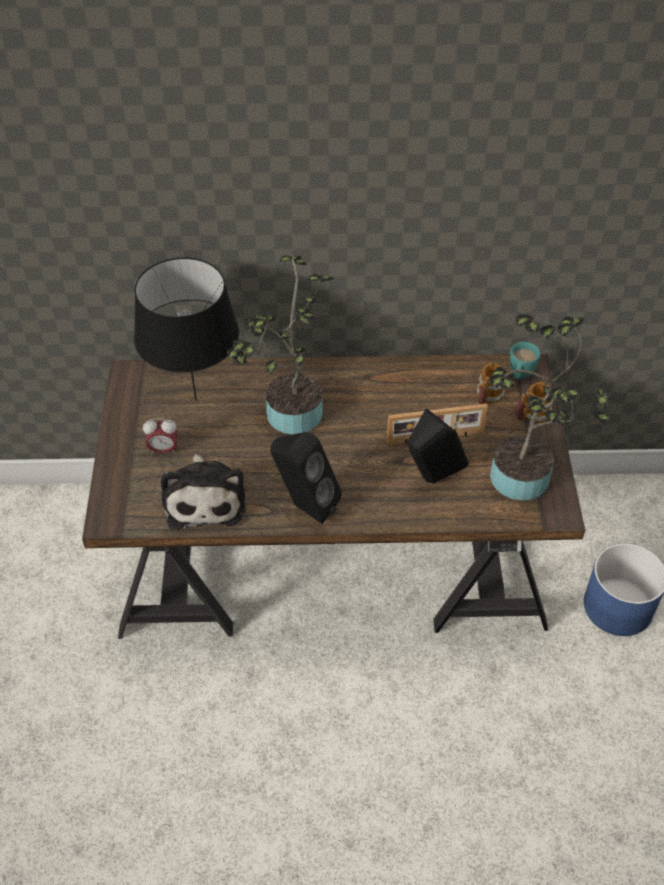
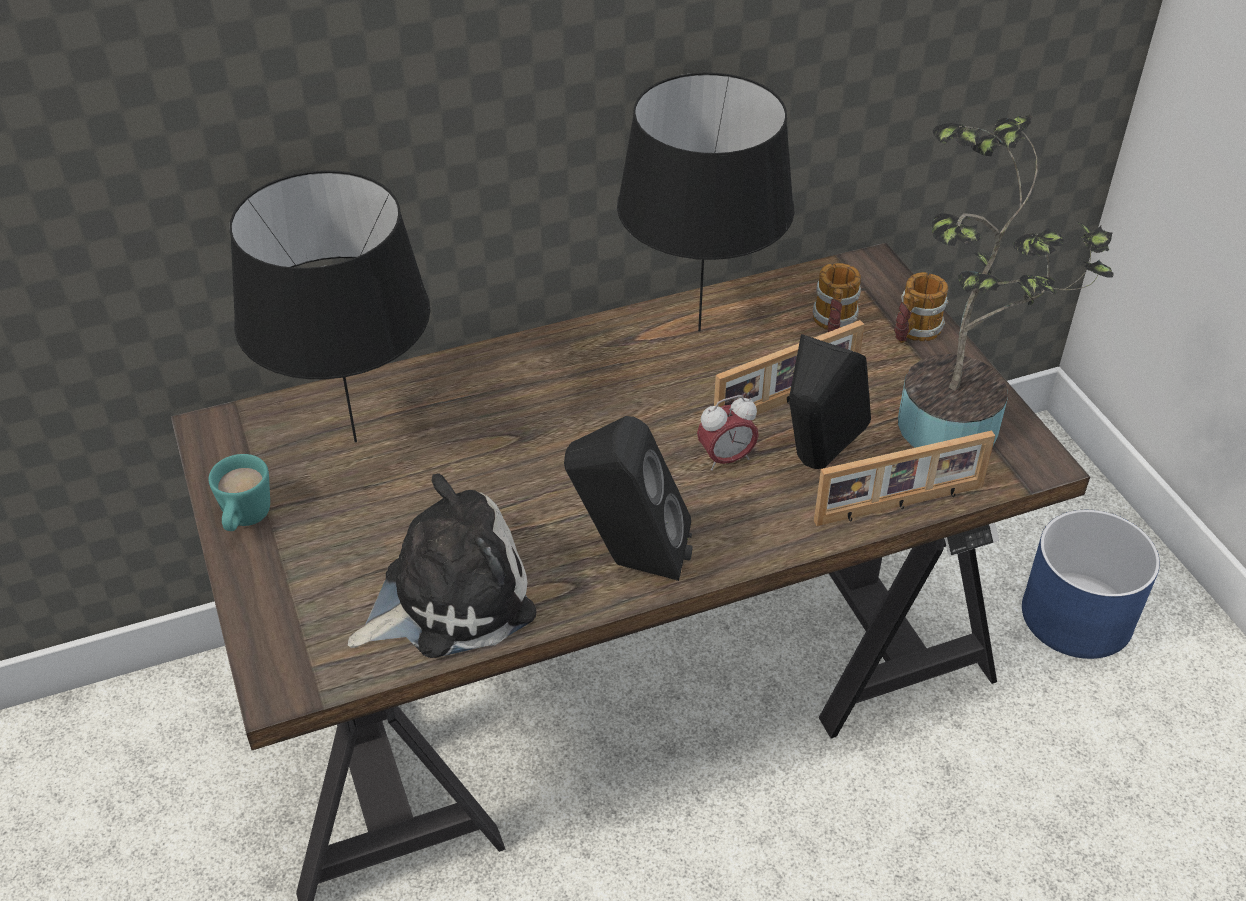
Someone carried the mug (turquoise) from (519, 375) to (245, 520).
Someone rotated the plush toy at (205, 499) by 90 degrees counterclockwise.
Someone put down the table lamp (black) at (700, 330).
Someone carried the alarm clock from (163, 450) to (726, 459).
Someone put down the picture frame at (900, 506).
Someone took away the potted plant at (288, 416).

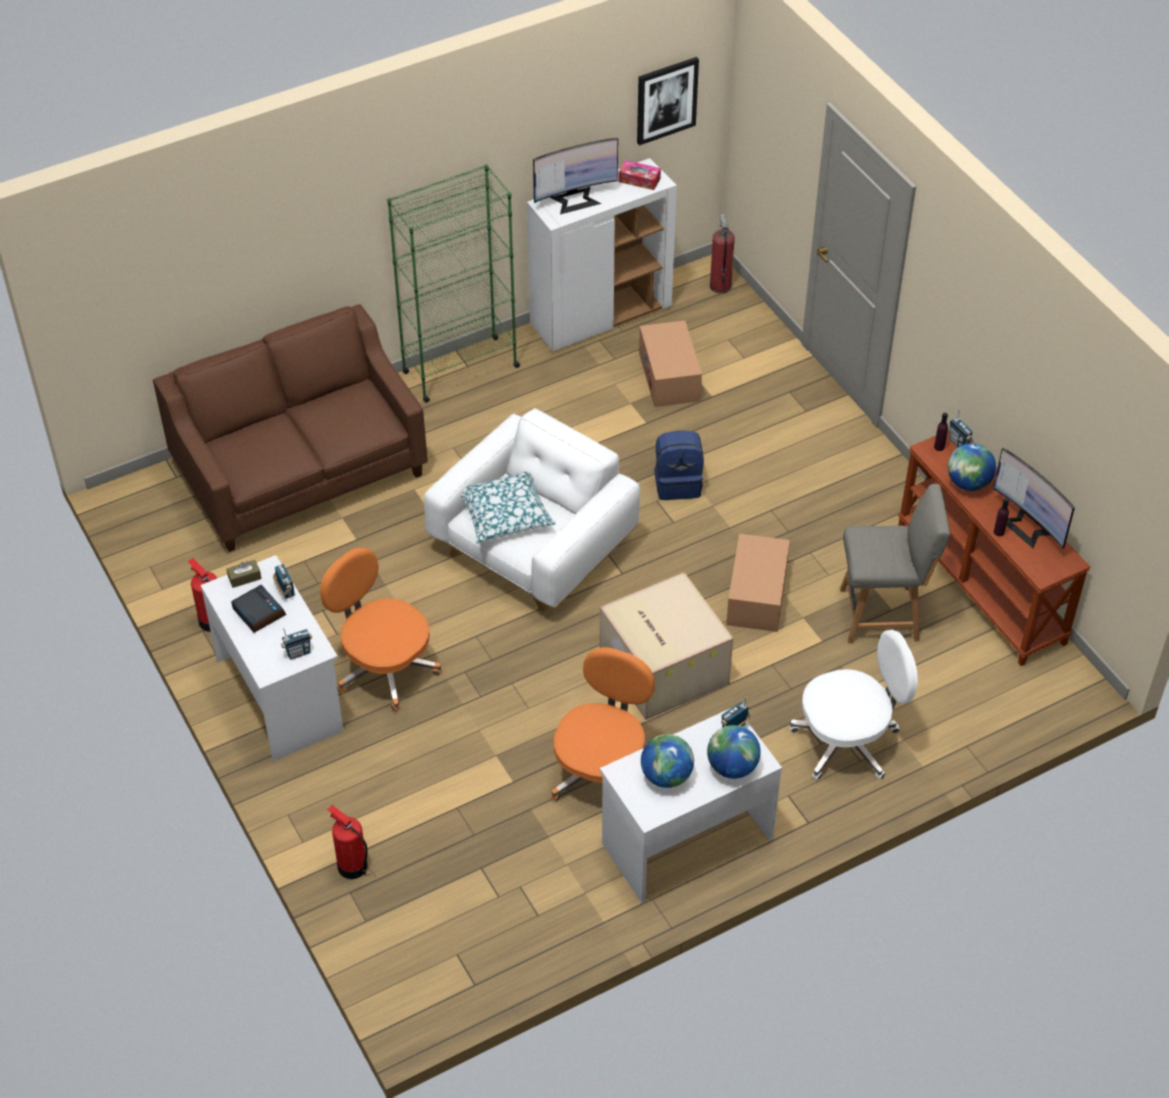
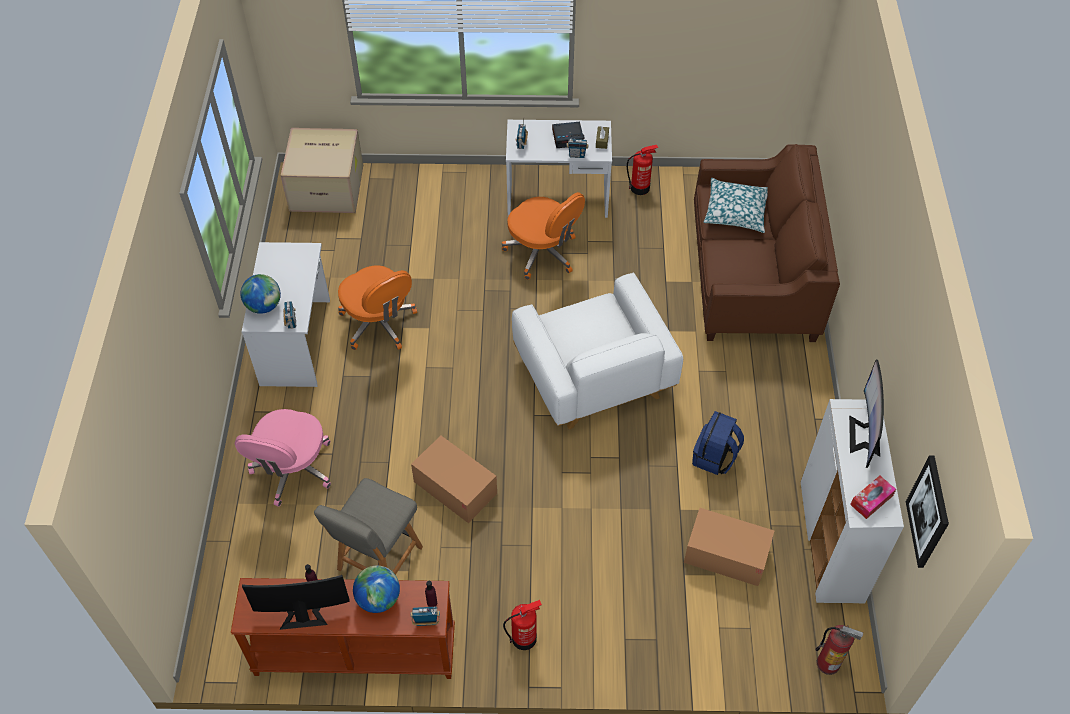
Someone repainted the office chair (white) at (847, 742), which became the office chair (pink) at (292, 470).
Someone carried the cardboard box from (661, 667) to (328, 187).
Someone rotated the office chair (orange) at (384, 667) by 60 degrees clockwise.
Someone carried the fire extinguisher from (352, 866) to (524, 638).
Someone carried the backpack (blue) from (678, 484) to (715, 457).
Someone carried the pillow from (505, 514) to (736, 211).
Someone took away the bookcase (green) at (460, 369).
Someone took away the globe at (666, 776).

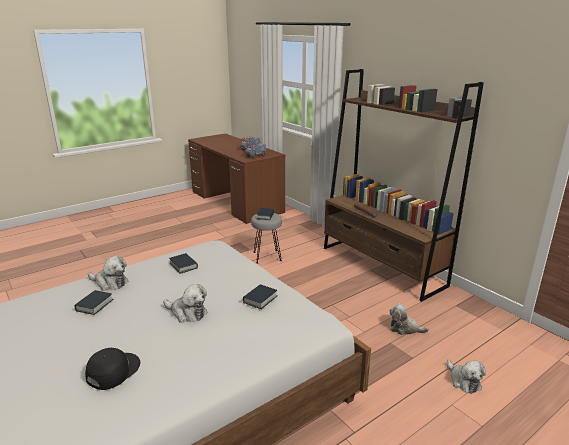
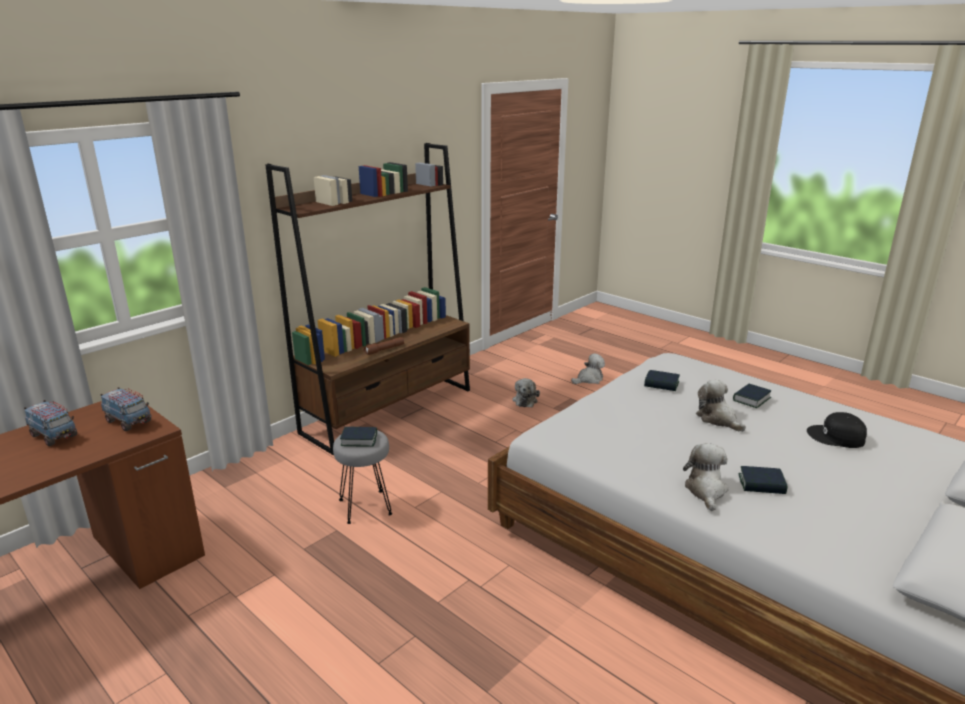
Someone rotated the plush toy at (187, 313) by 45 degrees counterclockwise.
Someone carried the book from (183, 266) to (751, 399).

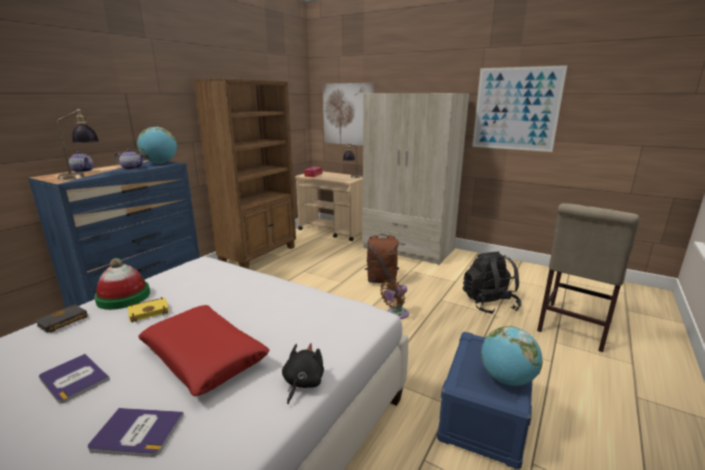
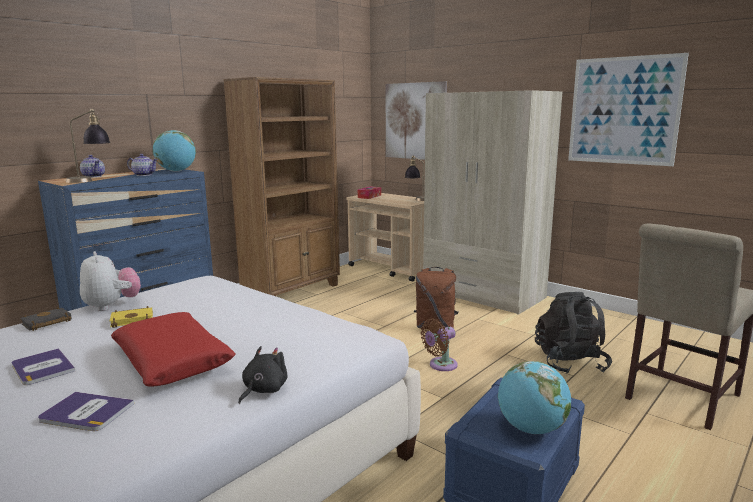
Someone swapped the hat at (123, 297) for the plush toy at (112, 306).

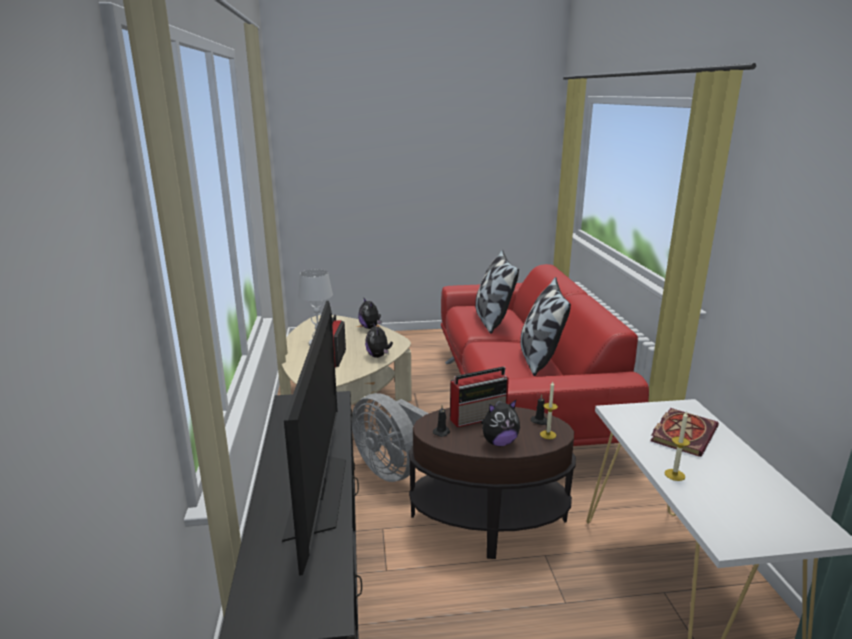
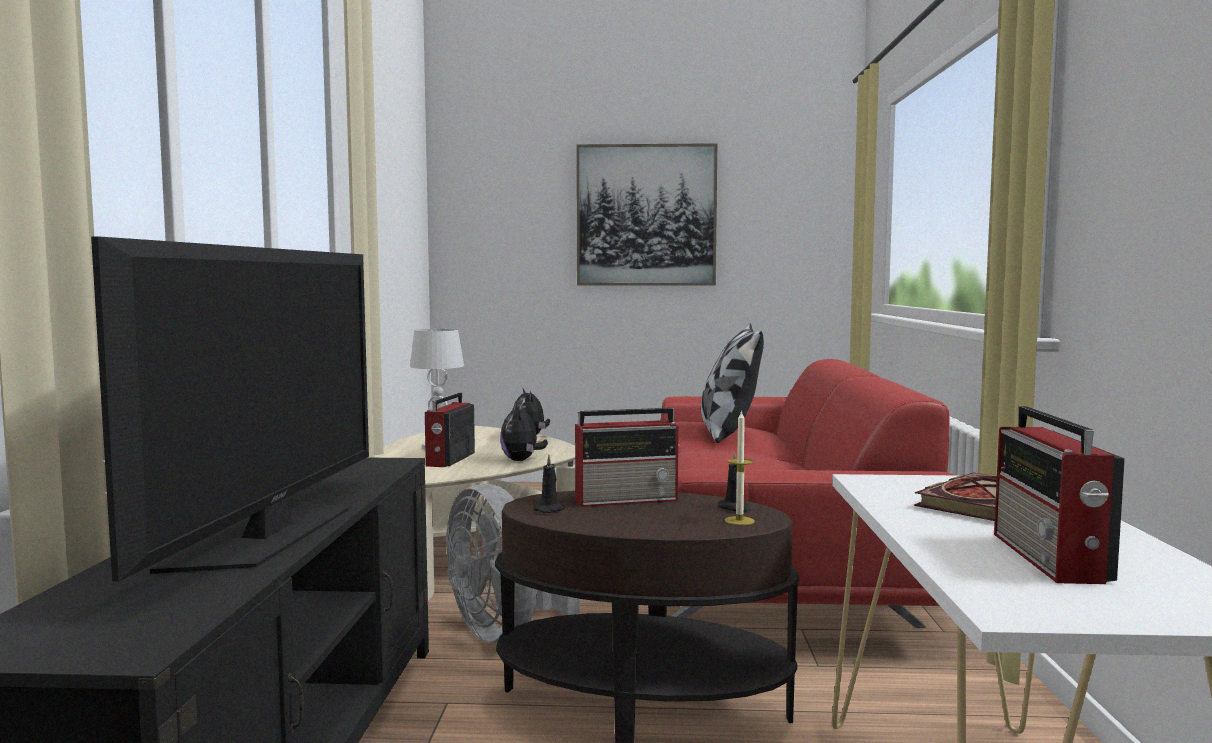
Someone put up the picture at (646, 215).
Someone put down the radio at (1050, 558).
Someone took away the plush toy at (499, 442).
Someone took away the pillow at (539, 359).
Someone took away the candle at (674, 475).

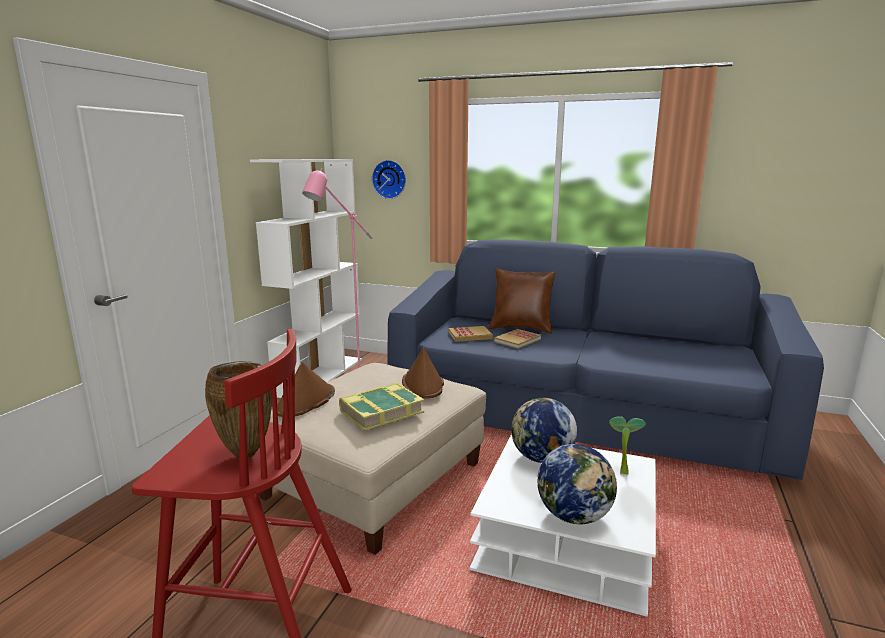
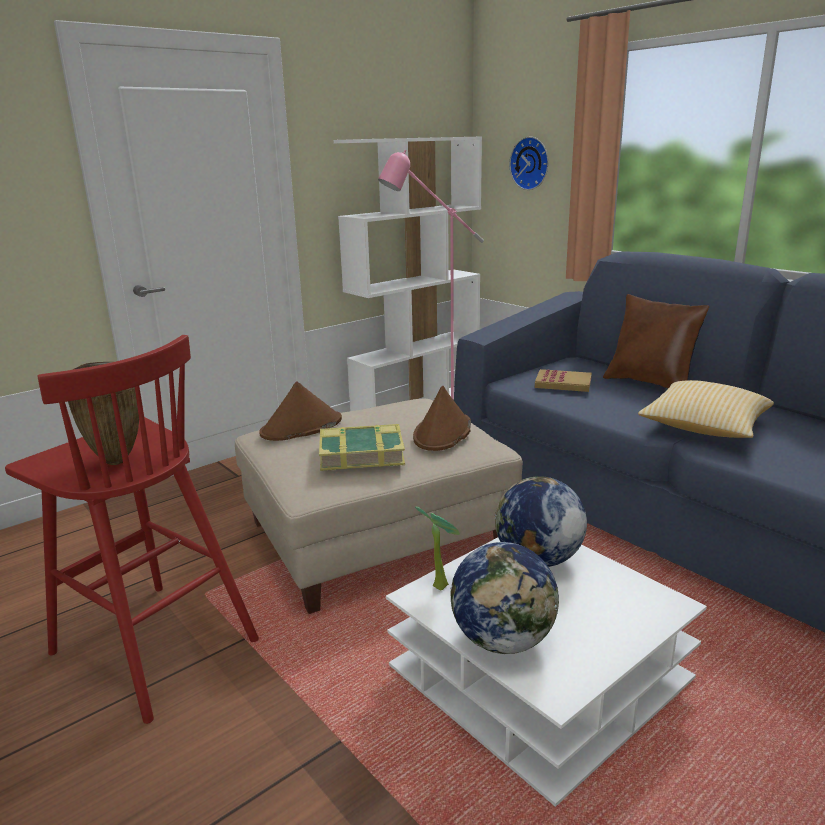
Someone carried the potted plant from (621, 471) to (440, 584).
Someone put down the pillow at (704, 428).
Someone took away the book at (517, 340).

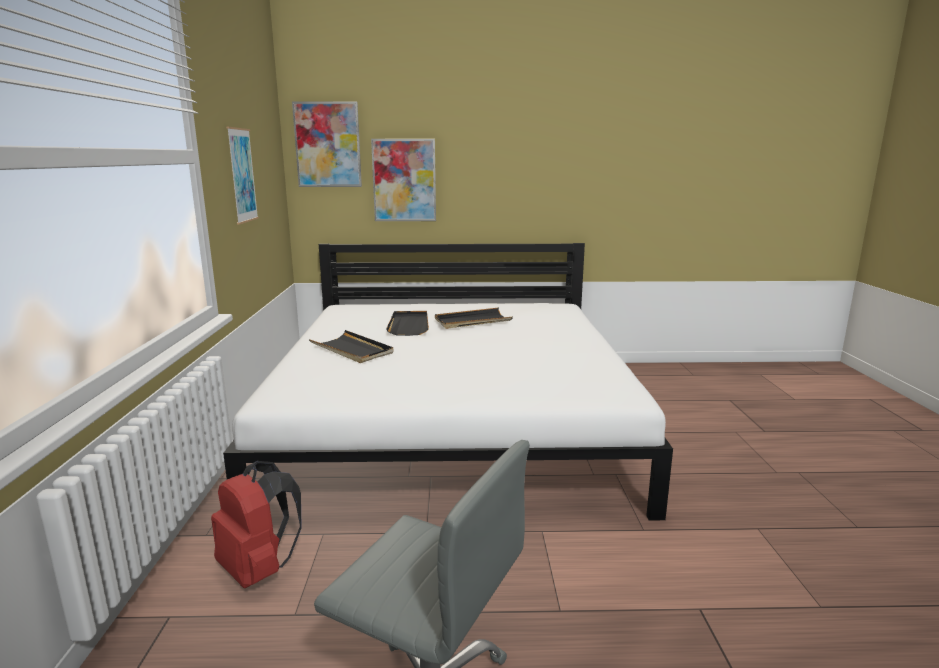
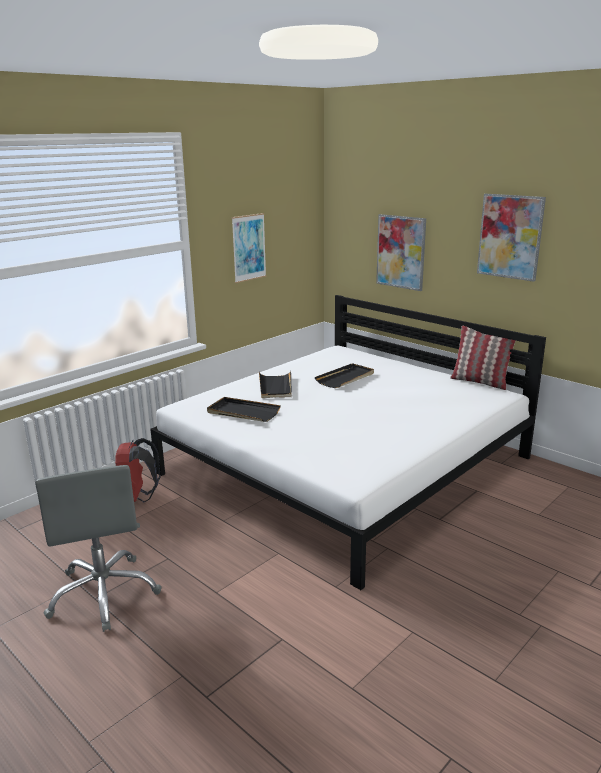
Someone carried the tray (black) from (472, 321) to (243, 412).
Someone put down the pillow at (479, 382).
Someone carried the picture from (328, 145) to (510, 236).

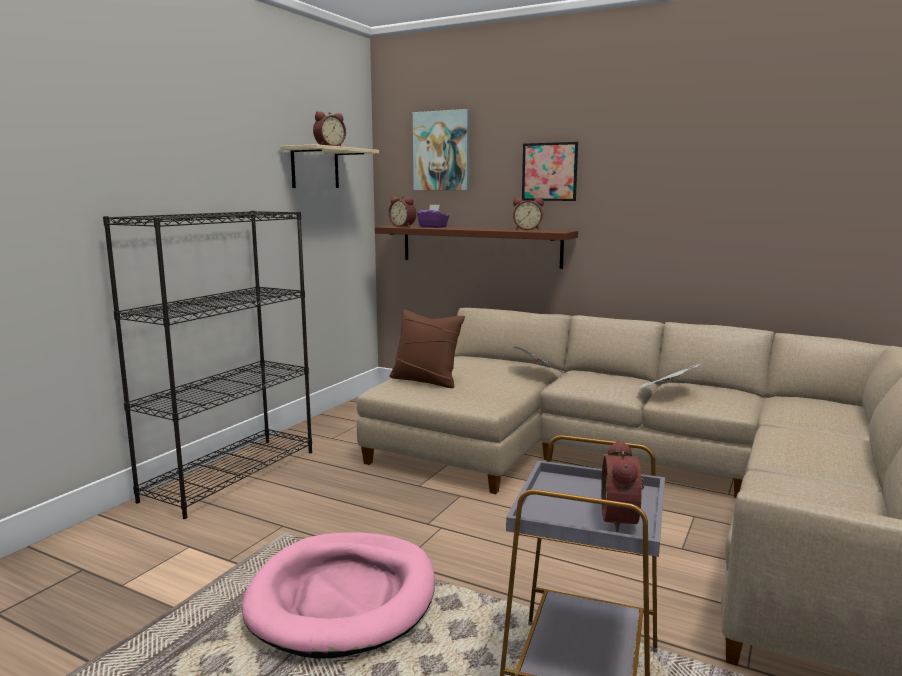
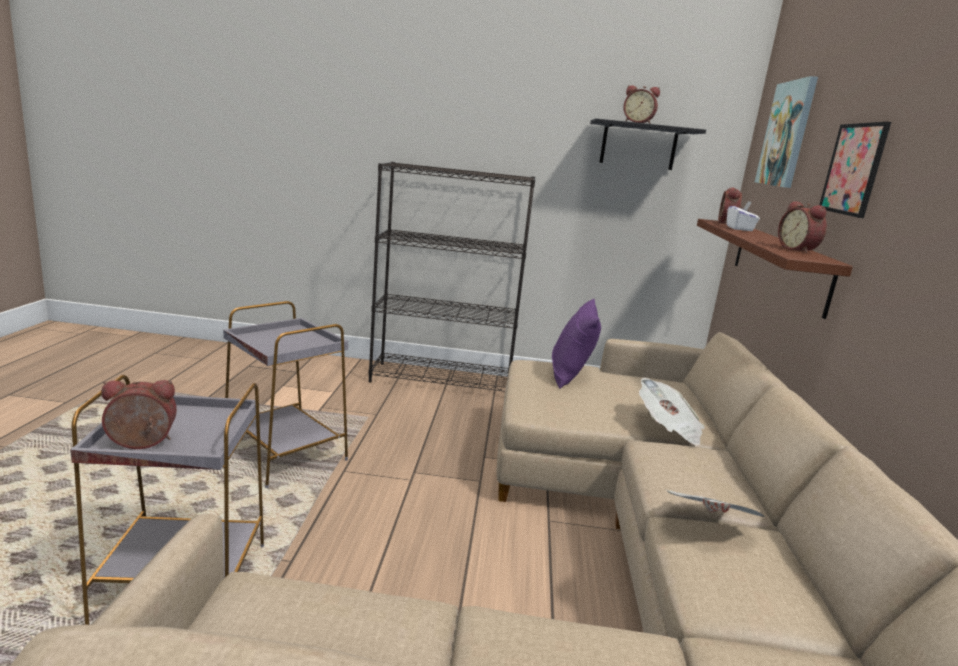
Someone swapped the dog bed (pink) at (343, 598) for the side table (grey) at (285, 456).
Someone repainted the pillow (brown) at (426, 380), which became the pillow (purple) at (570, 375).
Someone repainted the shelf (beige) at (315, 168), which became the shelf (black) at (638, 146).
Someone repainted the tissue box (purple) at (433, 227), which became the tissue box (white) at (739, 229).

